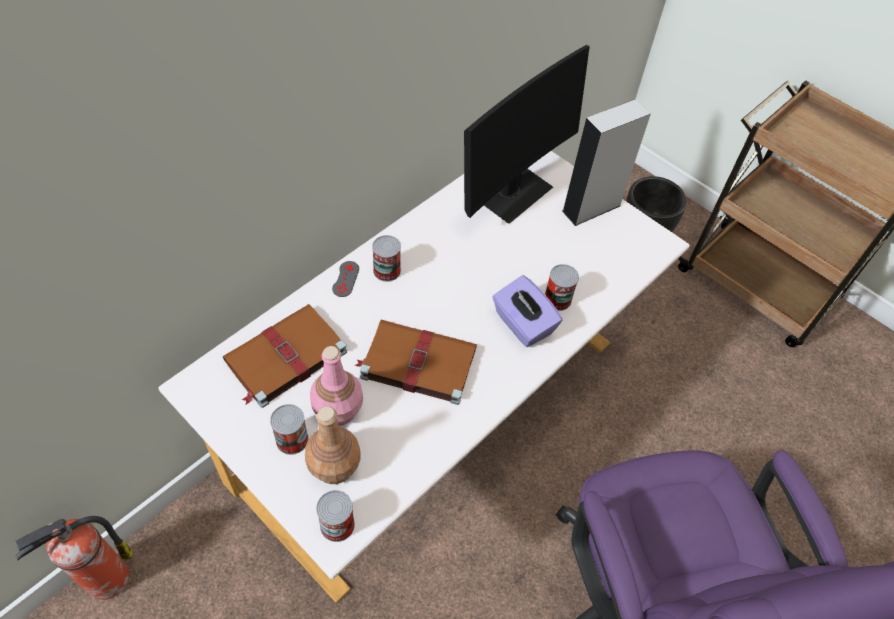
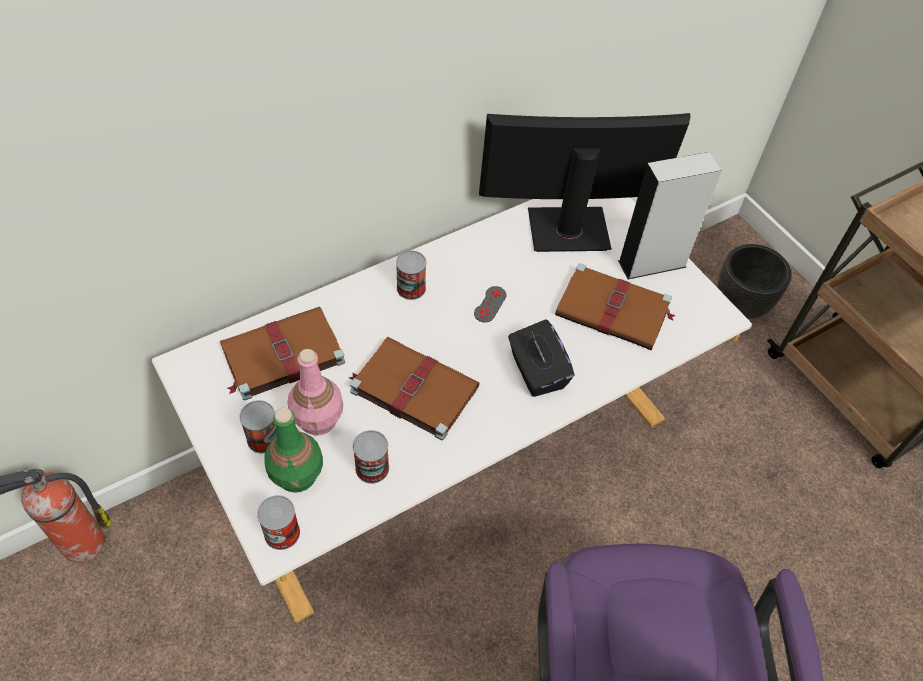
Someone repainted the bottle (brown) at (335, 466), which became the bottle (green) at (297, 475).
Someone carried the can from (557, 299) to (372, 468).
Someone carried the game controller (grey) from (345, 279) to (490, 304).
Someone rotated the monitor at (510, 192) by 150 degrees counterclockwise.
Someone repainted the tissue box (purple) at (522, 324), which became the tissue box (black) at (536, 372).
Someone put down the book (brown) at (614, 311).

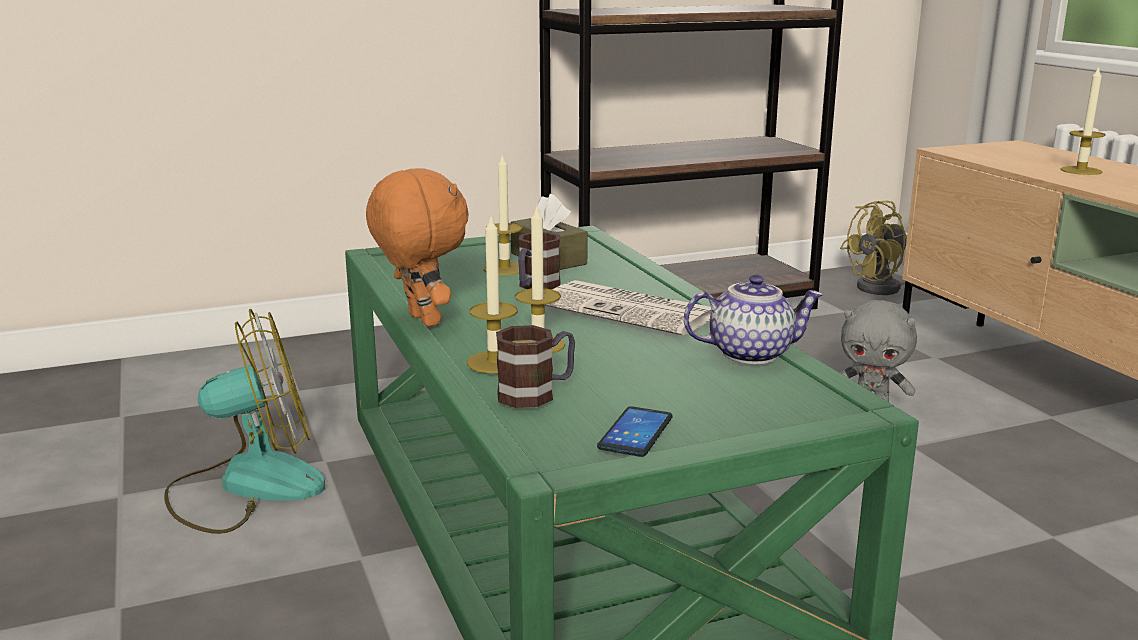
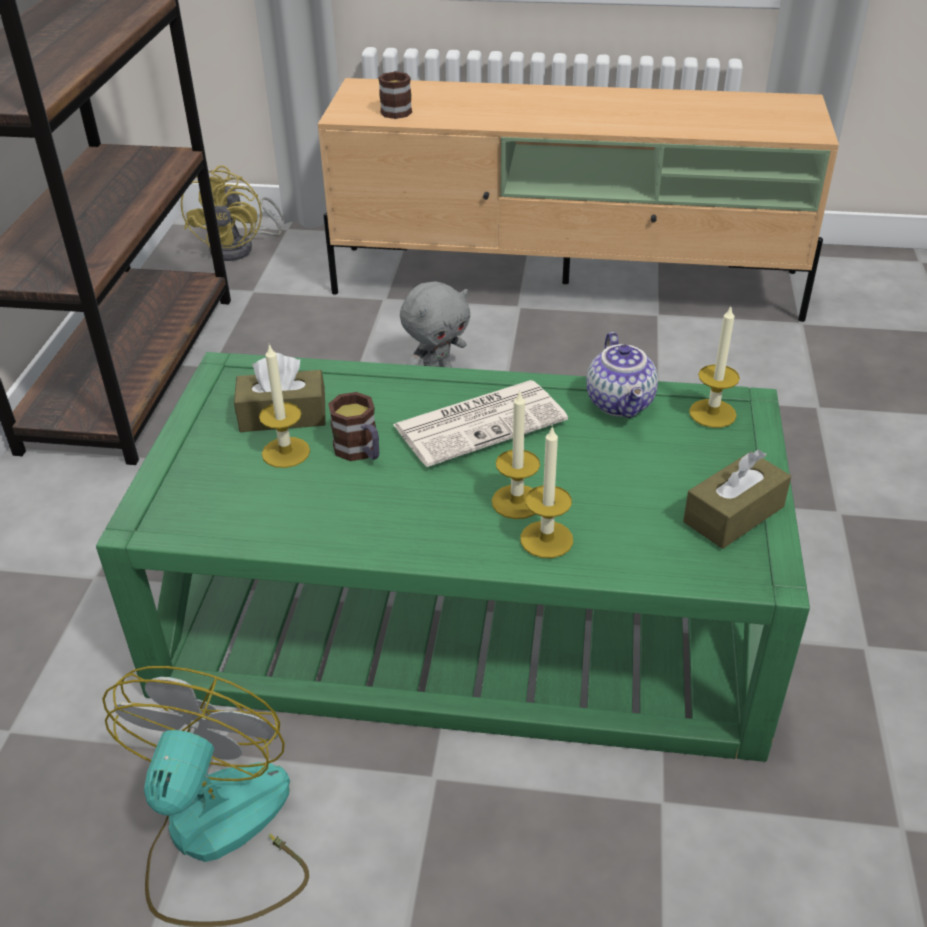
Someone carried the mug from (536, 393) to (396, 109).
Someone rotated the teapot at (750, 353) by 150 degrees clockwise.
Someone swapped the phone at (636, 433) for the tissue box (brown) at (733, 514).
Someone carried the candle from (1081, 171) to (712, 413).
Someone took away the plush toy (orange) at (421, 320).

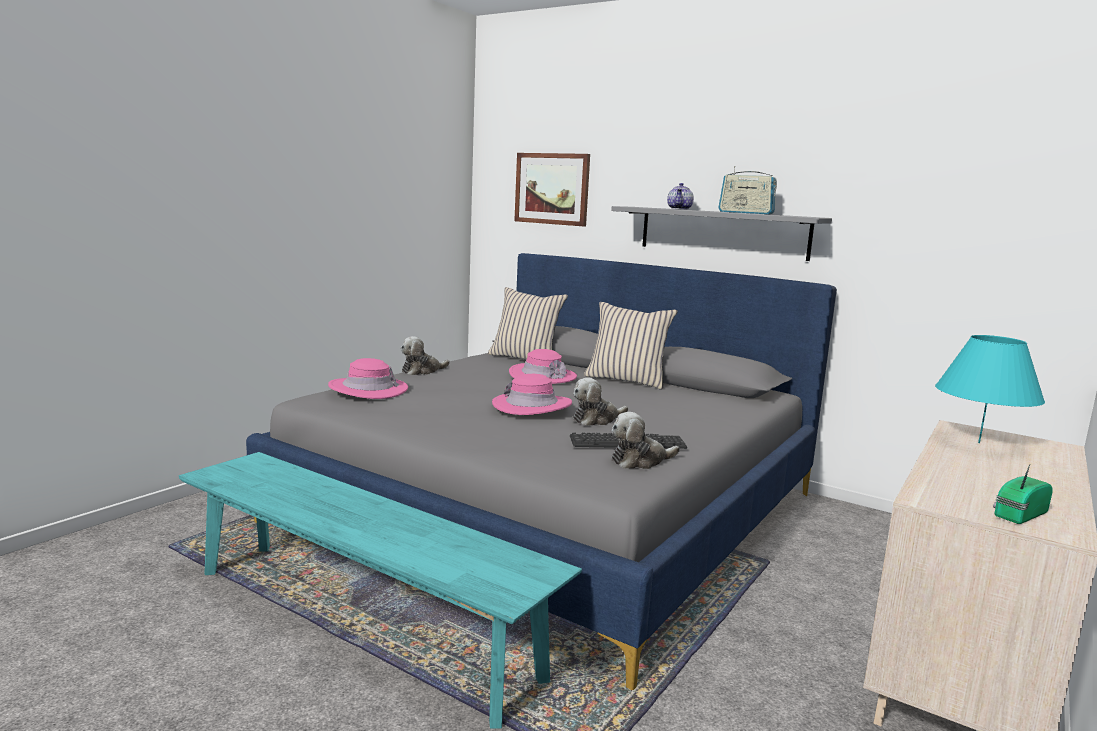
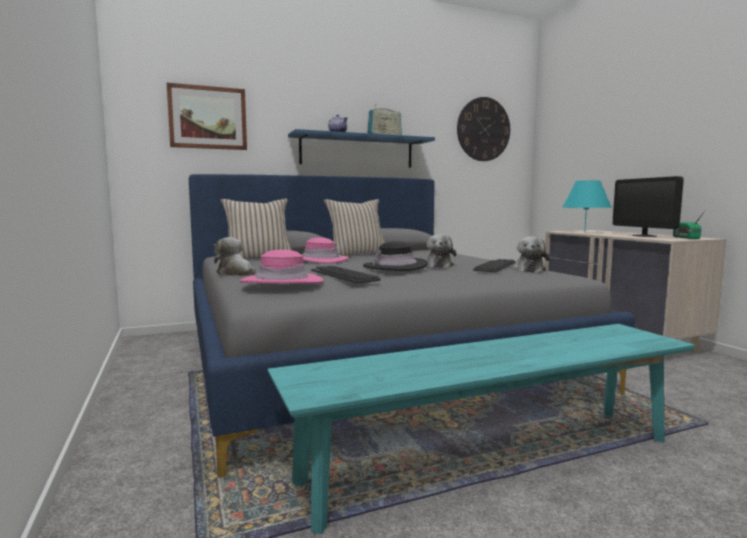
Someone rotated the plush toy at (422, 371) by 135 degrees clockwise.
Someone repainted the shelf (grey) at (723, 232), which became the shelf (blue) at (357, 151).
Someone put down the keyboard at (343, 275).
Someone repainted the hat (pink) at (532, 405), which became the hat (black) at (395, 266).
Someone put up the wall clock at (483, 129).
Someone put down the monitor at (644, 236).

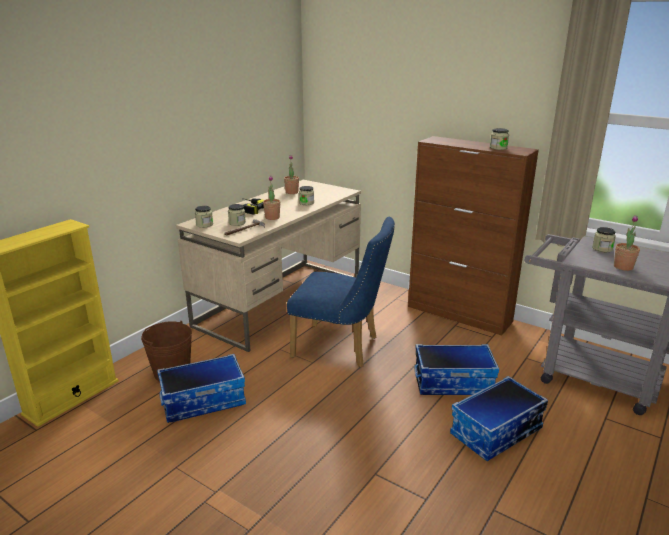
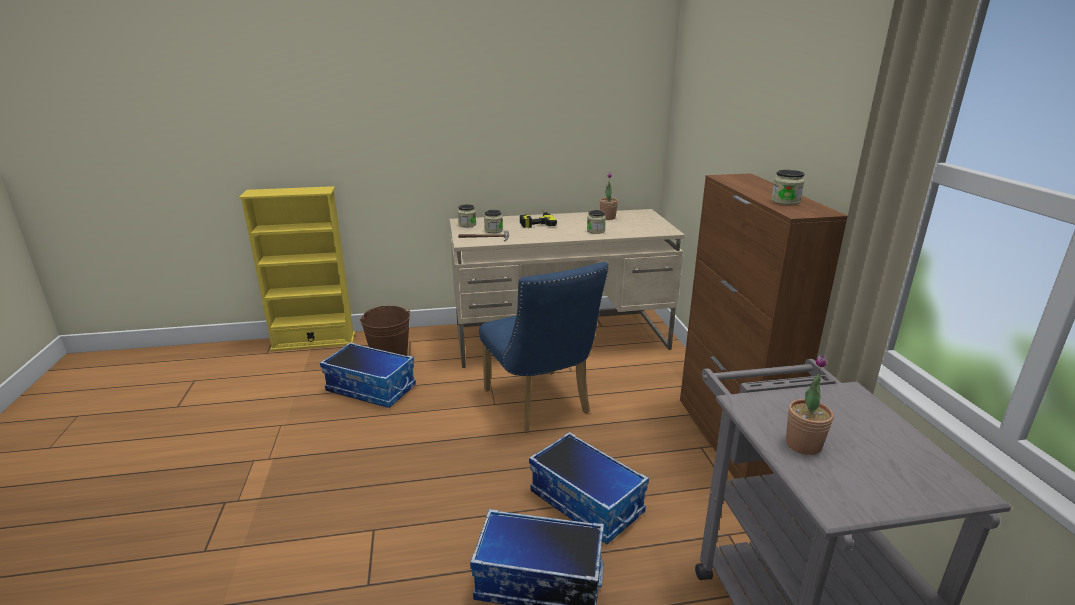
Someone took away the potted plant at (272, 217).
Someone took away the jar at (602, 249).

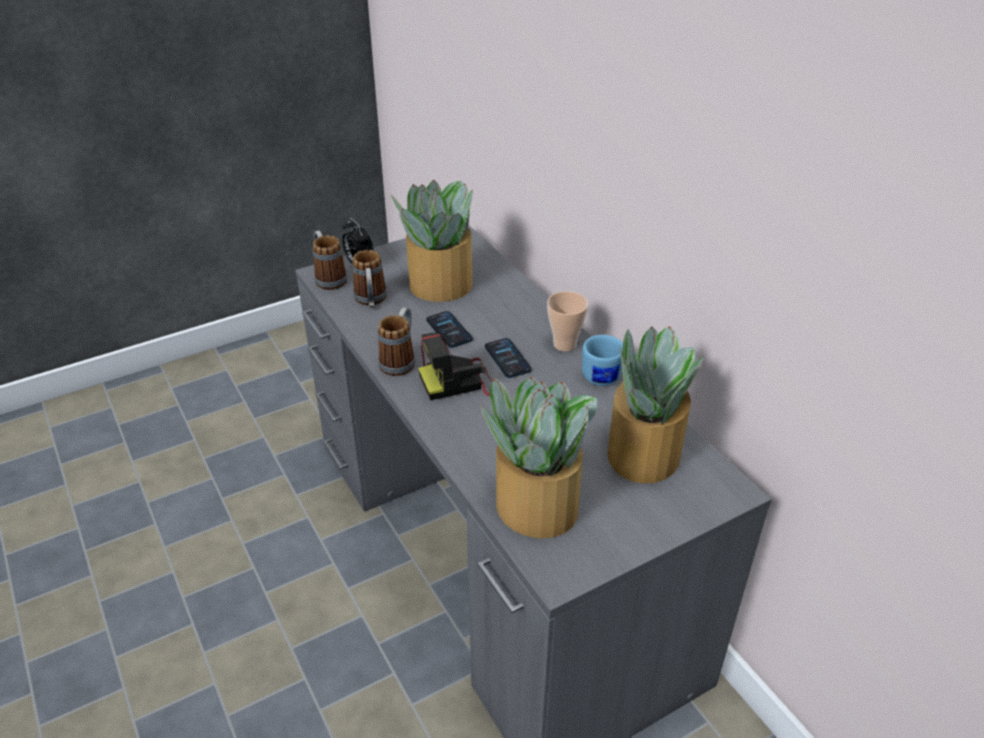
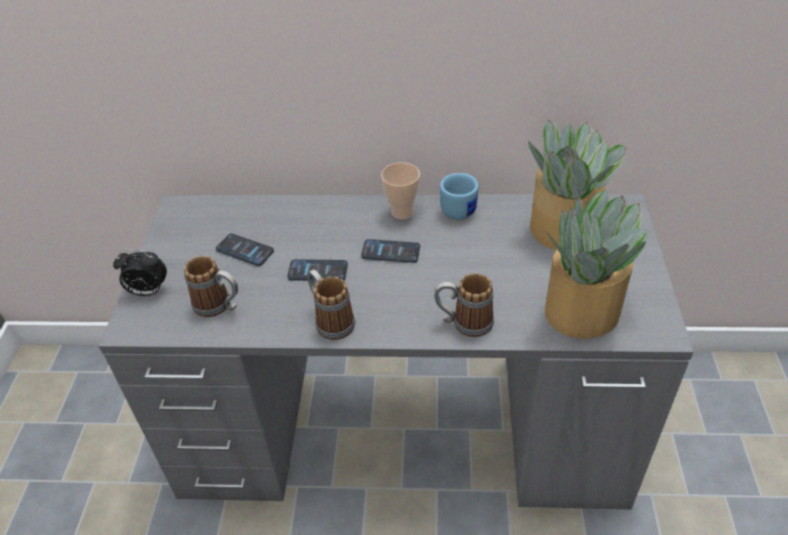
Someone swapped the potted plant at (439, 285) for the phone at (245, 250).
Someone carried the mug from (328, 278) to (464, 323).
Someone took away the photo camera at (460, 382).

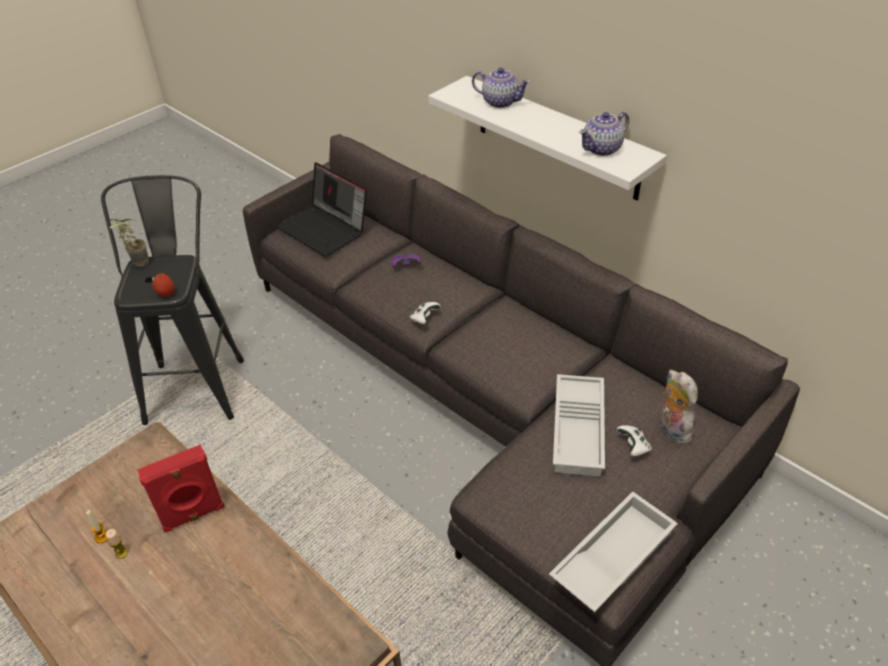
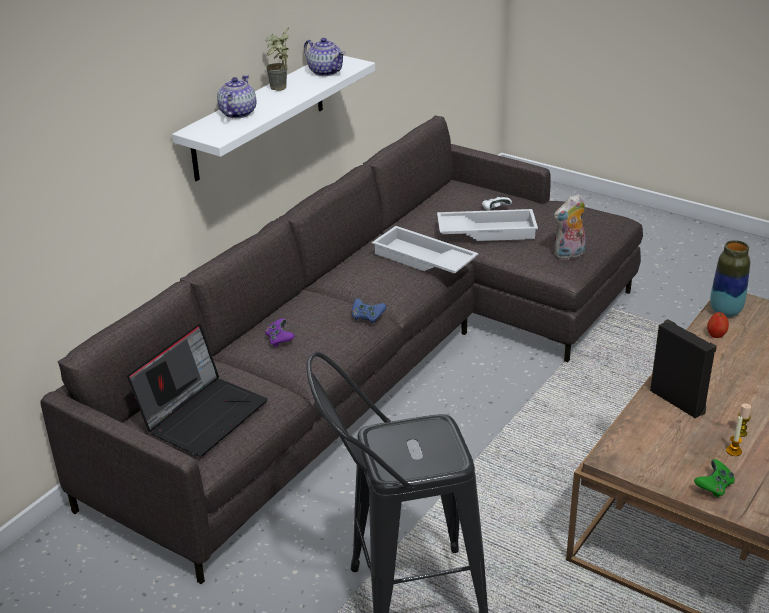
Someone carried the potted plant from (136, 263) to (280, 90).
Someone repainted the game controller (white) at (424, 318), which became the game controller (blue) at (367, 317).
Someone carried the tray (white) from (611, 555) to (422, 260).
Someone carried the plush toy from (671, 429) to (569, 255).
Someone repainted the speaker (red) at (193, 516), which became the speaker (black) at (678, 401).
Someone put down the game controller (green) at (714, 487).
Someone carried the apple from (166, 294) to (716, 335).
Someone put down the vase at (725, 311).

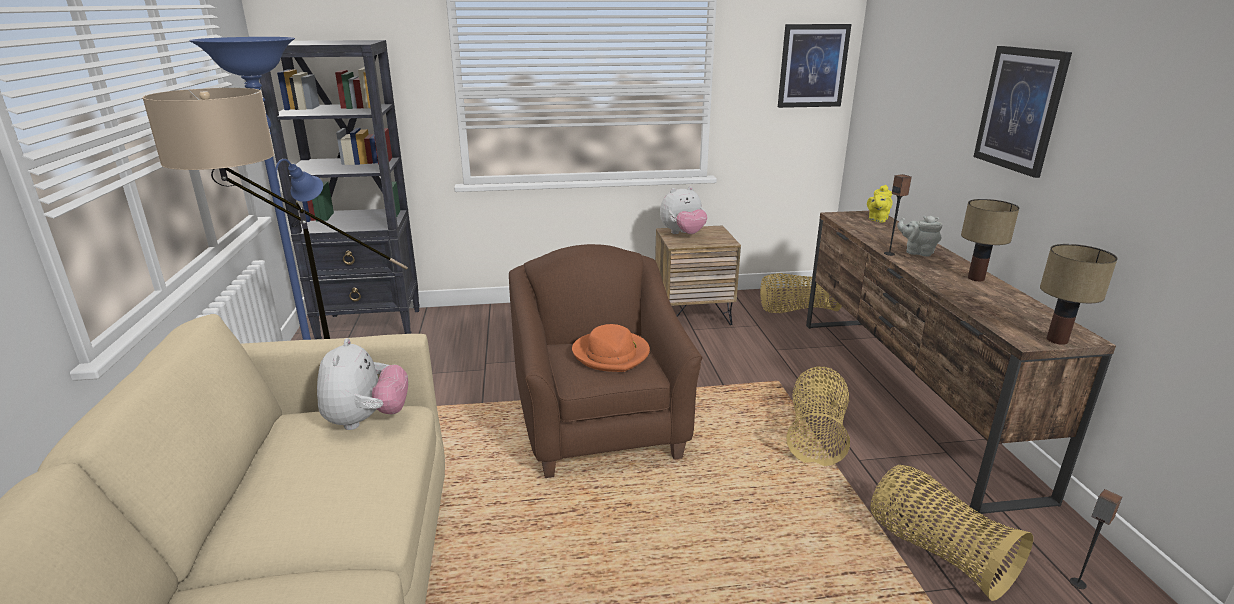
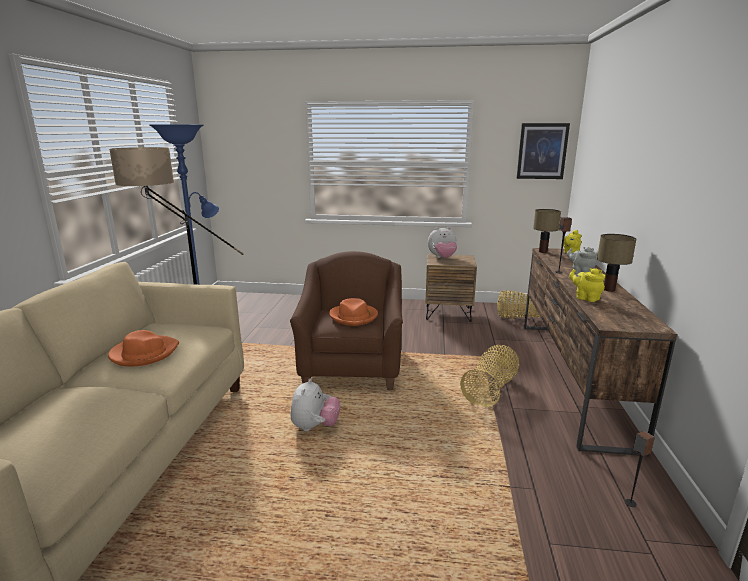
Someone put down the hat (orange) at (144, 353).
Someone carried the plush toy from (366, 420) to (315, 427).
Someone carried the table lamp from (1058, 340) to (543, 252).
Someone put down the teapot (yellow) at (585, 298).
Someone took away the bookcase (black) at (371, 326).
Someone took away the basket at (936, 552).
Someone took away the picture at (1020, 109).

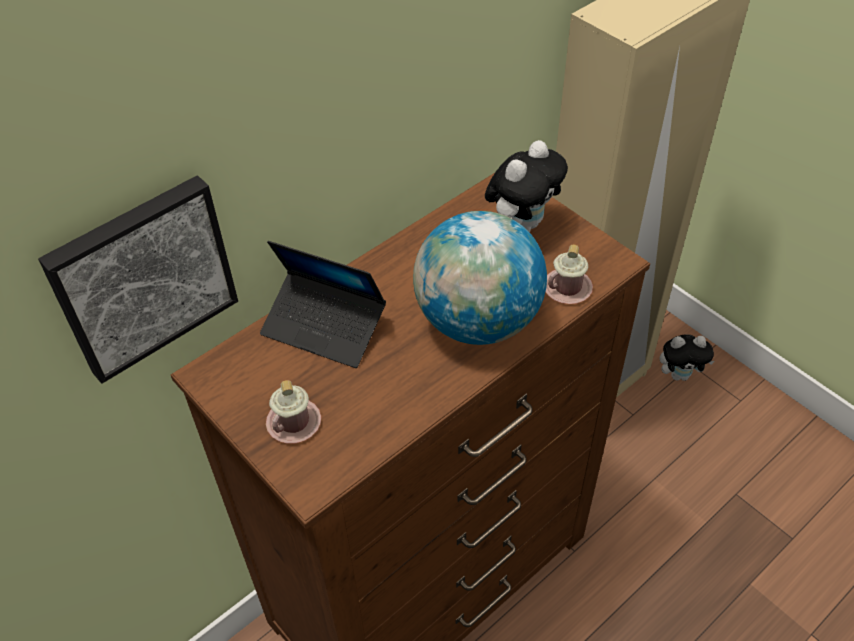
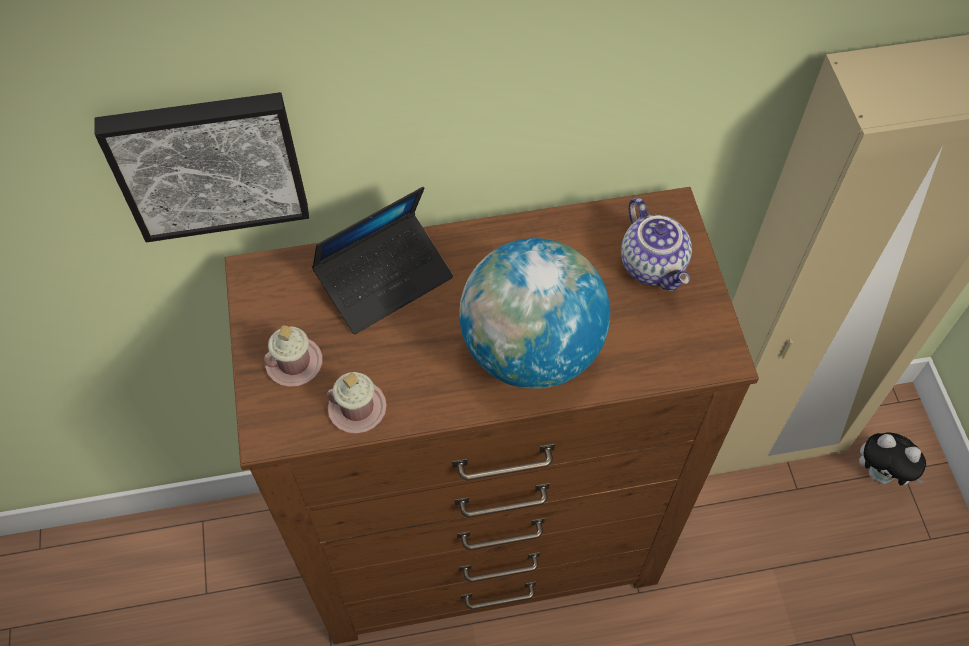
Someone rotated the laptop at (324, 327) by 90 degrees counterclockwise.
Someone carried the mug (pink) from (567, 288) to (357, 408).
Someone swapped the plush toy at (522, 225) for the teapot at (654, 265).

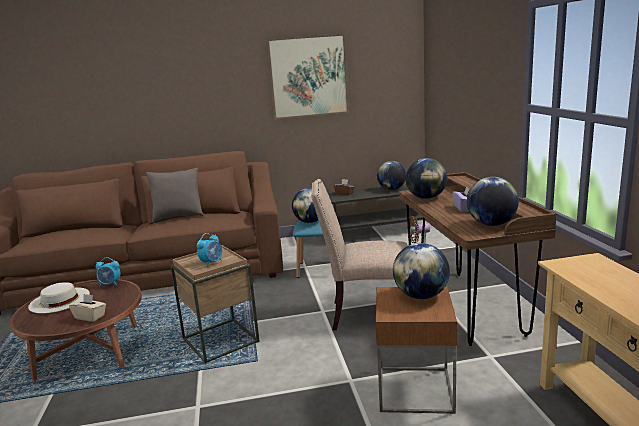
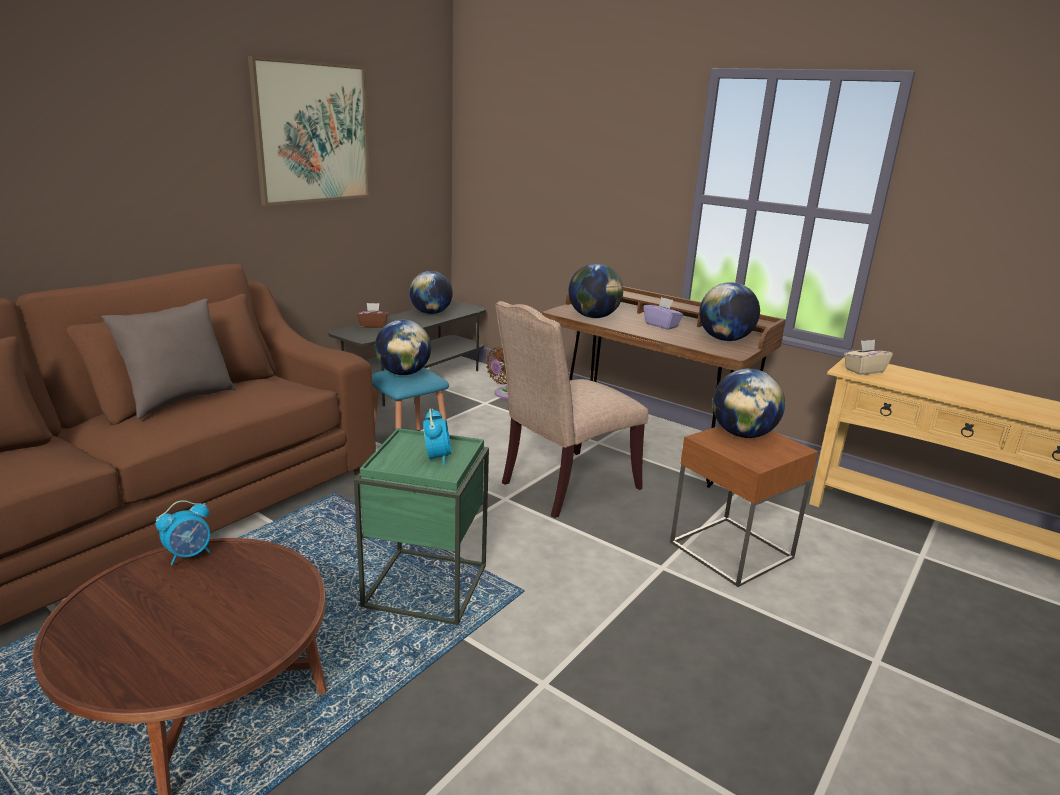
Someone repainted the side table (brown) at (220, 340), which became the side table (green) at (425, 585).
Someone carried the tissue box (beige) from (90, 317) to (864, 370).
Someone took away the hat (white) at (59, 300).

